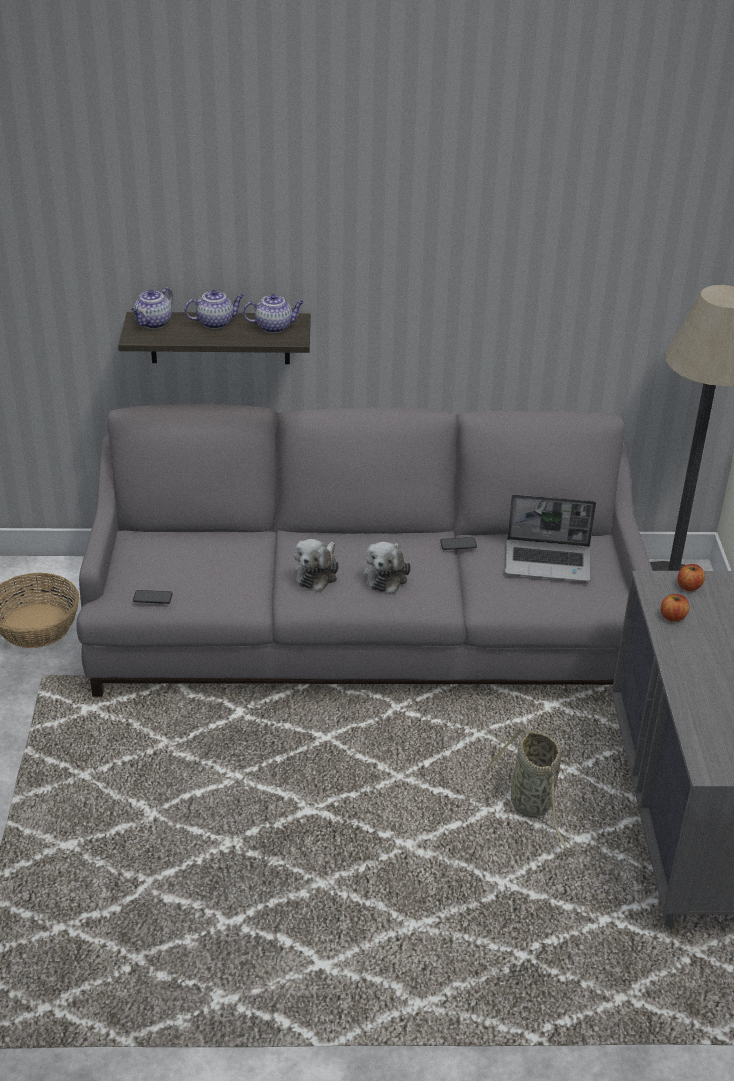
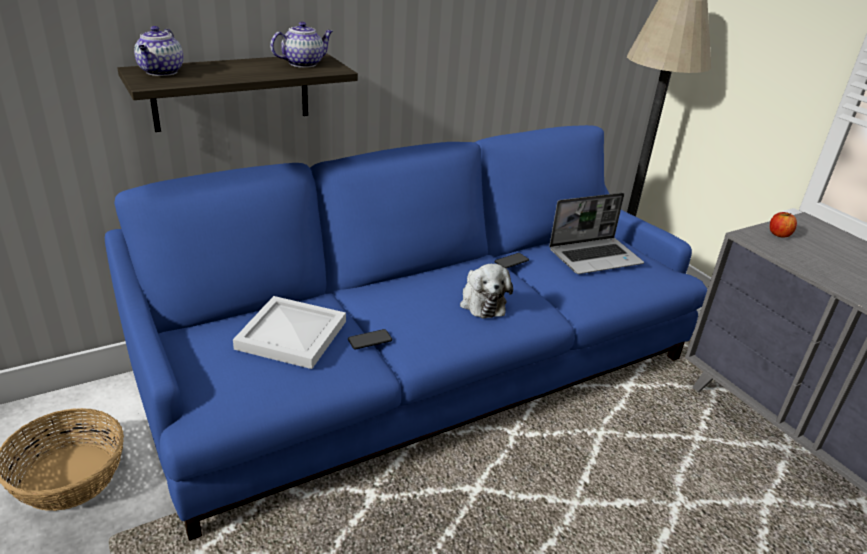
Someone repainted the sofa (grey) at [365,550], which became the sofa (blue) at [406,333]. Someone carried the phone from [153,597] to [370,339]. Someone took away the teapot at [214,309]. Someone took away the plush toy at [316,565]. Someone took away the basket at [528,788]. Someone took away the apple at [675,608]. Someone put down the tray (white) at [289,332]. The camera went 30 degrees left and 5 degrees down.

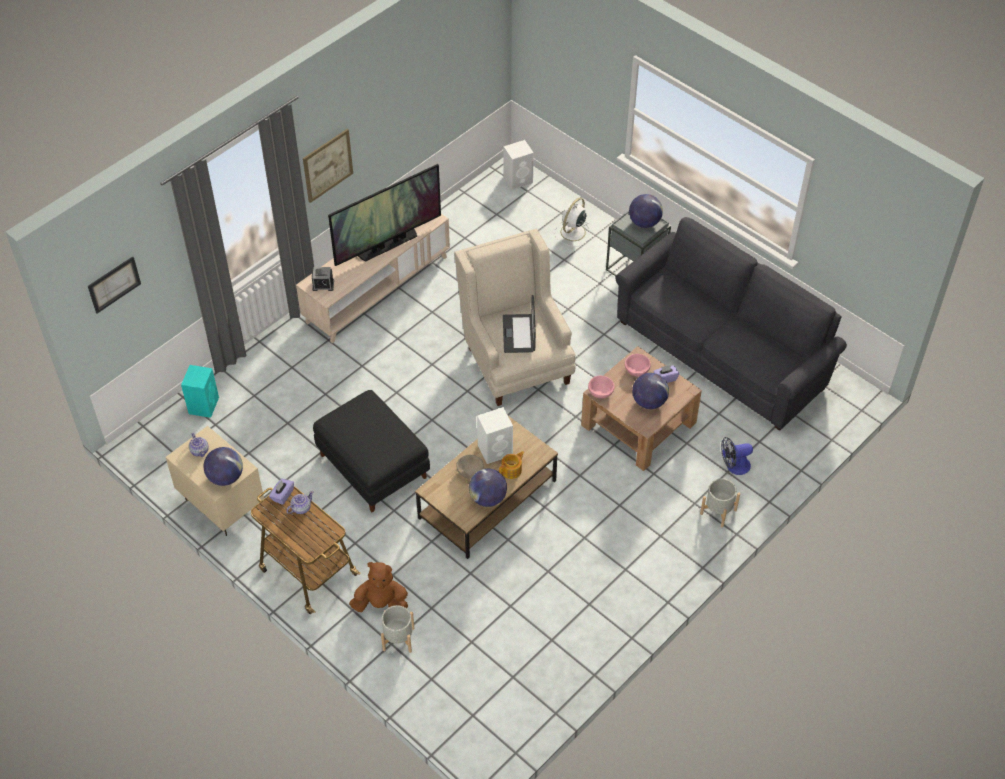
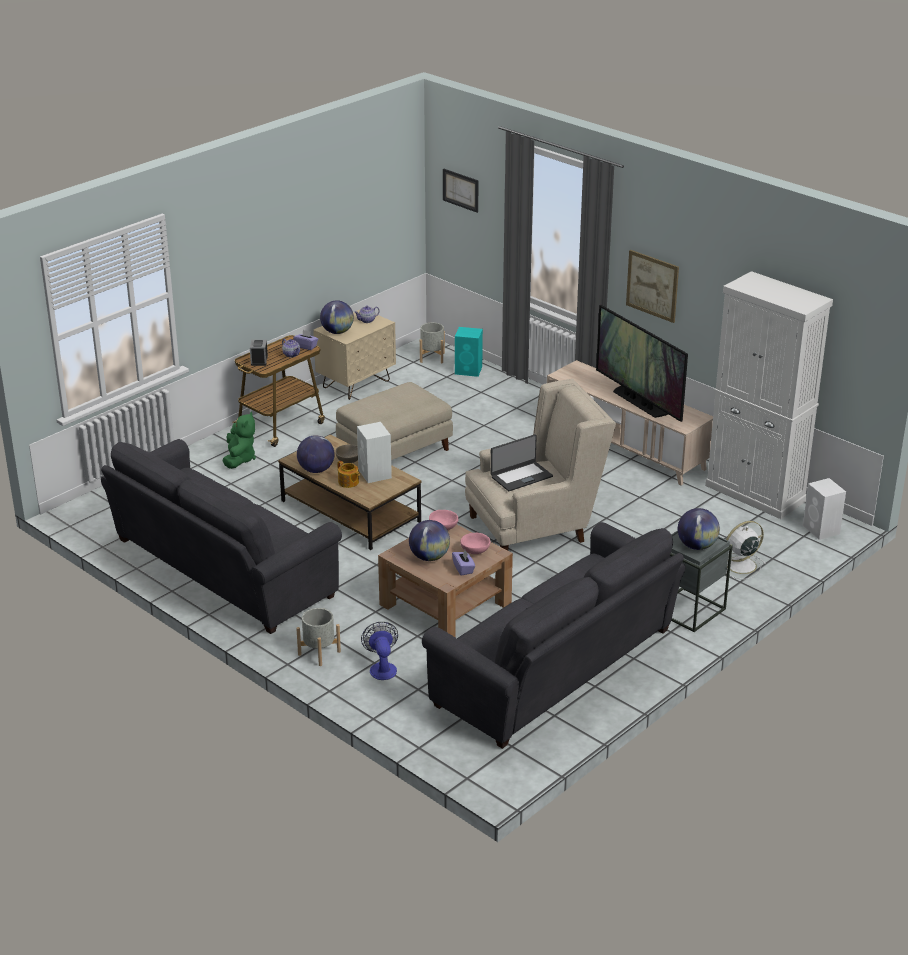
Someone carried the alarm clock from [323,279] to [259,353]. Someone repainted the ottoman (black) at [371,451], which became the ottoman (beige) at [394,421]. Someone repainted the plush toy (brown) at [378,587], which became the plush toy (green) at [239,440]. Someone carried the planter (grey) from [397,629] to [432,342]. Someone rotated the laptop at [519,324] by 150 degrees clockwise. Someone rotated the fan (white) at [572,222] by 60 degrees counterclockwise. Someone put down the sofa (grey) at [221,536]. Someone put down the cabinet (white) at [769,395]. The camera went 90 degrees right and 20 degrees down.

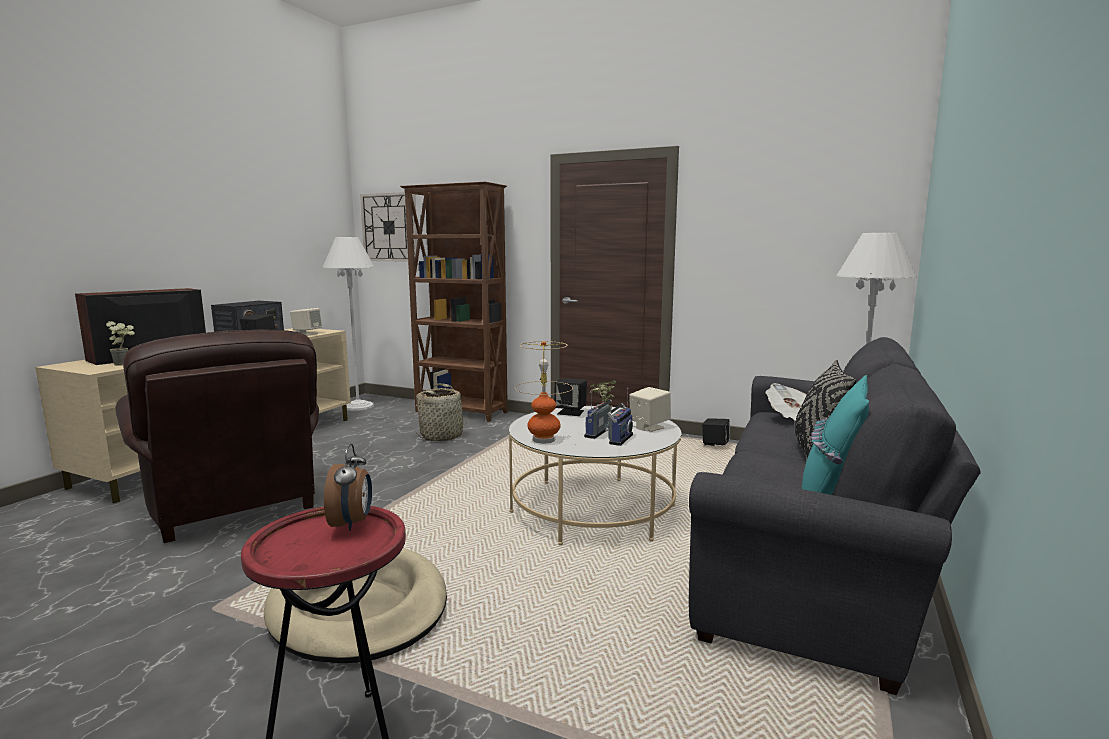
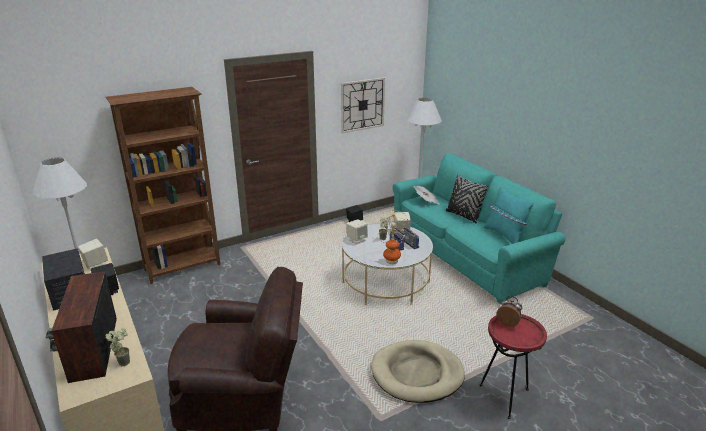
Someone carried the wall clock from [389,227] to [363,105]. Someone took away the basket at [443,412]. Someone repainted the speaker (black) at [570,397], which became the speaker (beige) at [357,231]. Someone repainted the sofa (grey) at [834,516], which became the sofa (turquoise) at [479,228]. The camera went 55 degrees left and 15 degrees up.

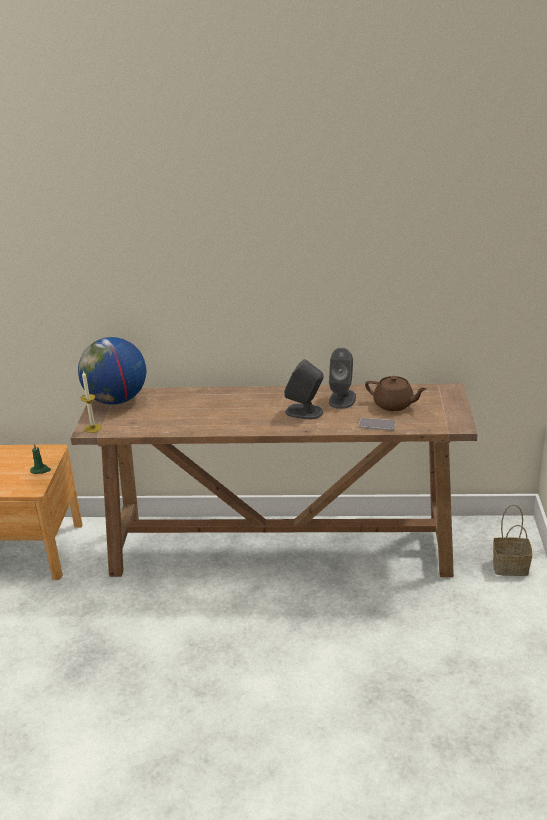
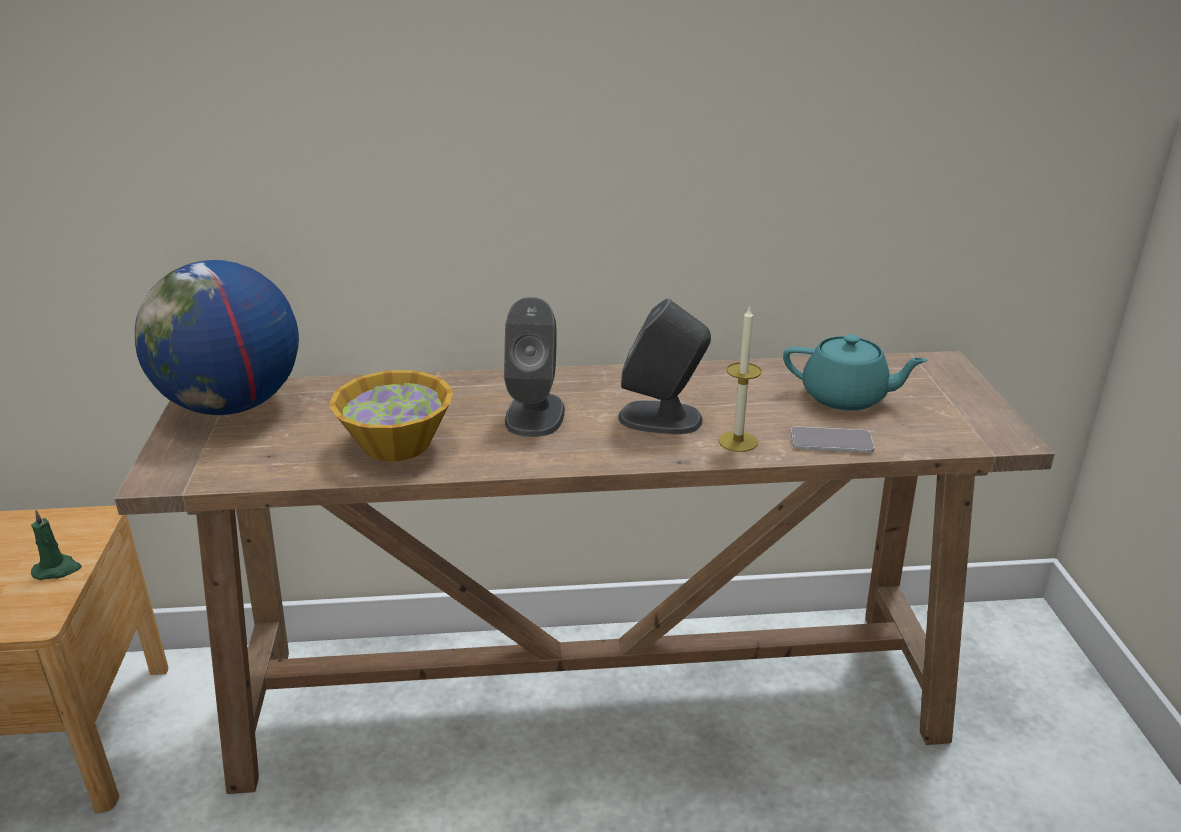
Someone carried the candle from [91,402] to [740,378]. Someone carried the speaker (grey) from [342,378] to [534,367]. Someone repainted the teapot (brown) at [396,393], which became the teapot (turquoise) at [855,372]. Someone took away the basket at [512,540]. Someone put down the bowl at [391,415]. The camera went 10 degrees left and 0 degrees up.

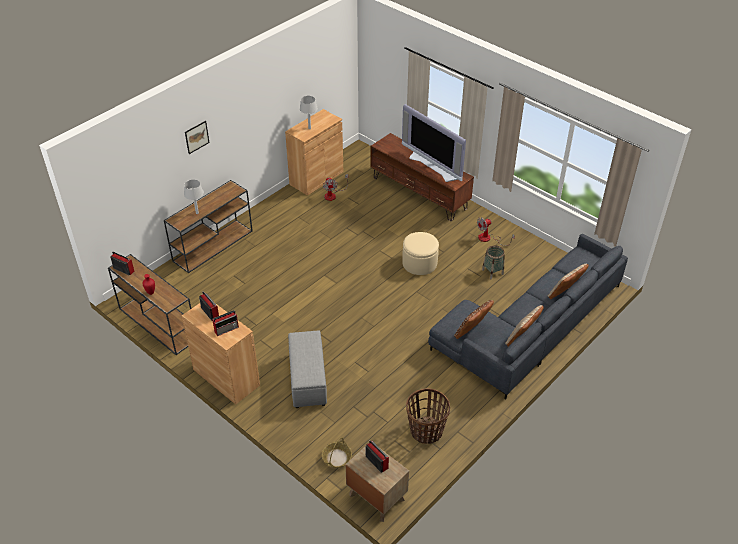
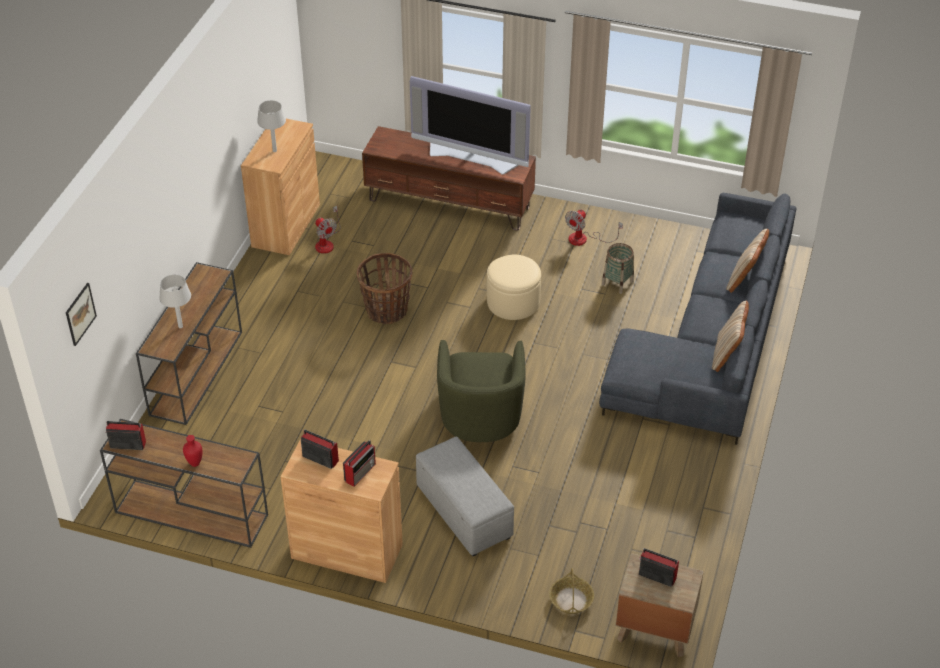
Someone carried the picture from [197,137] to [81,314]. Someone carried the basket from [428,416] to [384,288]. Someone took away the pillow (brown) at [474,319]. Someone put down the armchair (green) at [481,391]. The camera went 25 degrees left and 0 degrees up.

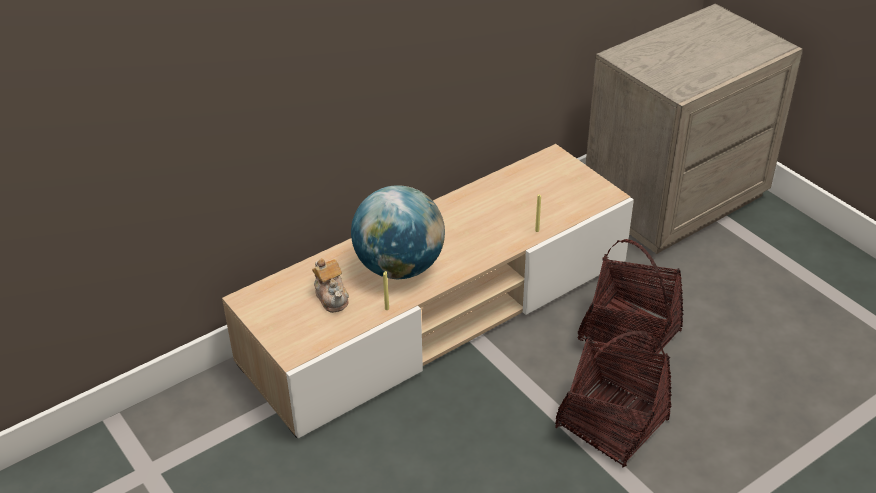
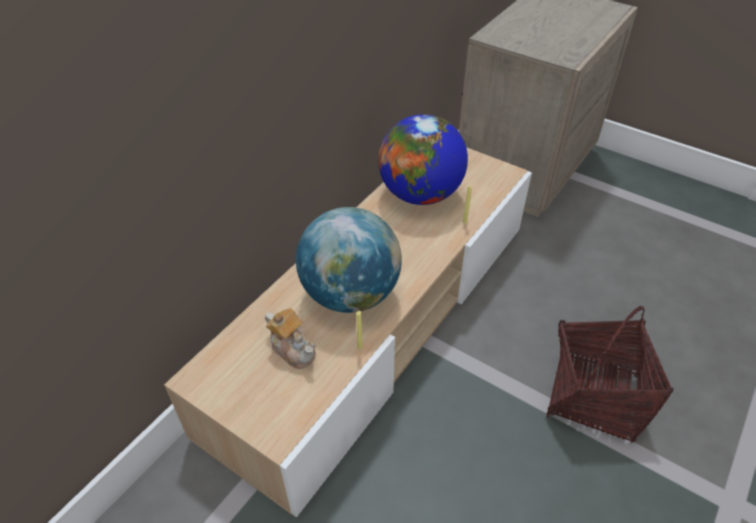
Someone took away the basket at [631,303]. Someone put down the globe at [423,159]. The camera went 20 degrees left and 5 degrees up.

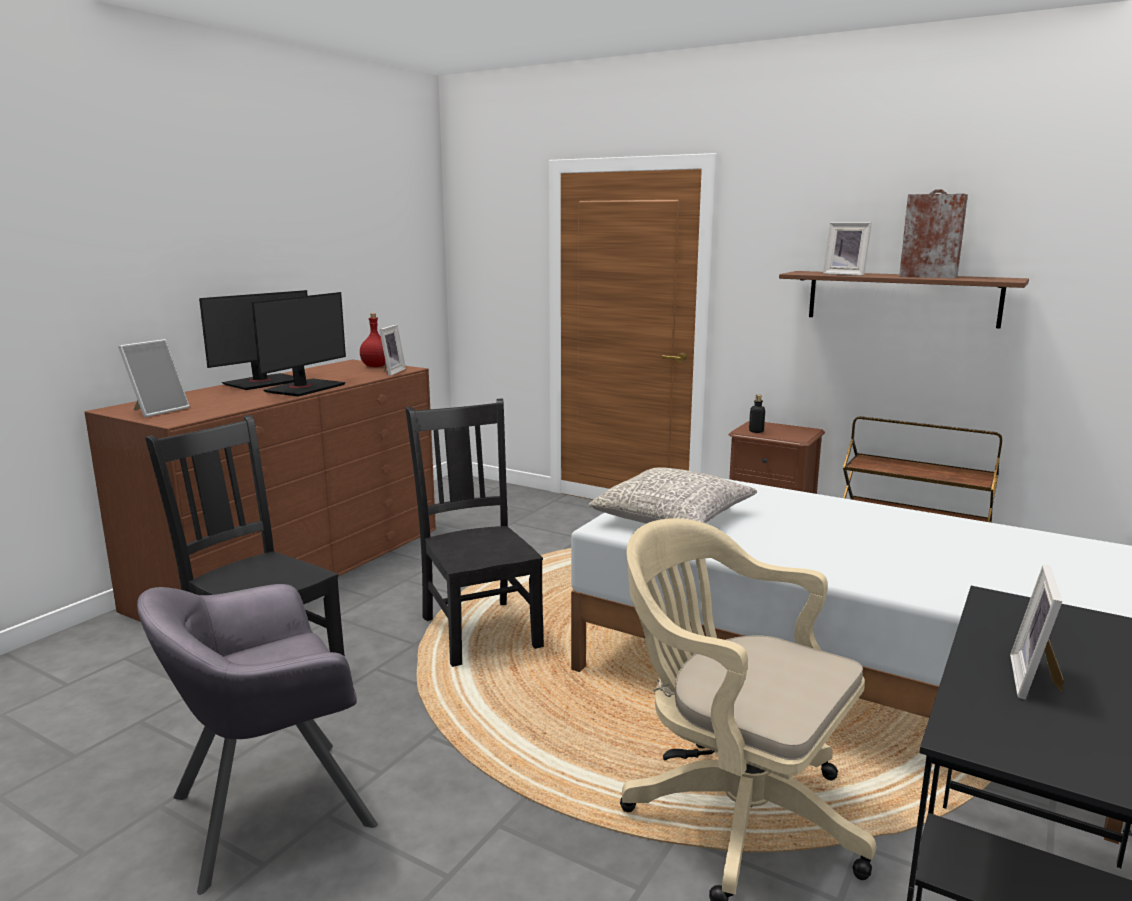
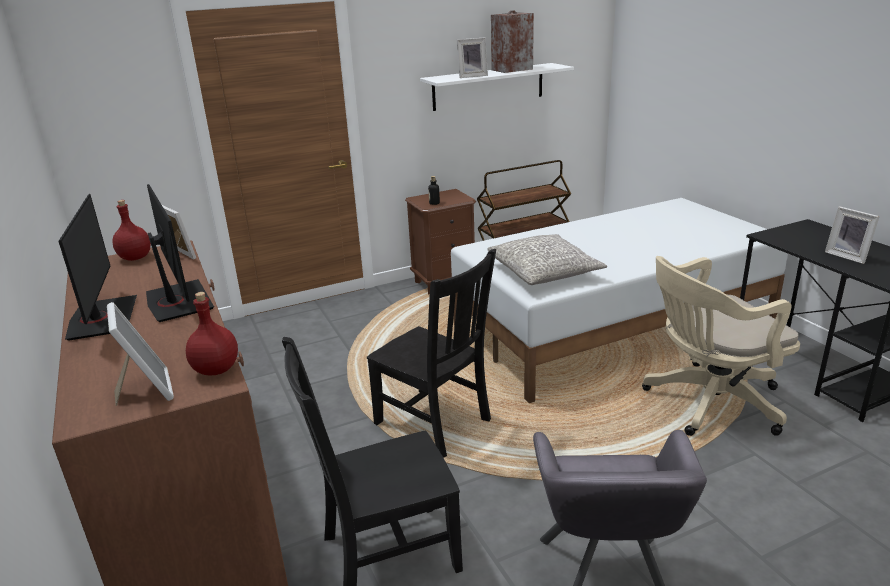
Someone rotated the chair (black) at [474,533] by 150 degrees counterclockwise. Someone repainted the shelf (brown) at [904,299], which became the shelf (white) at [497,87]. Someone put down the bottle (red) at [212,333]. The camera went 55 degrees left and 10 degrees up.

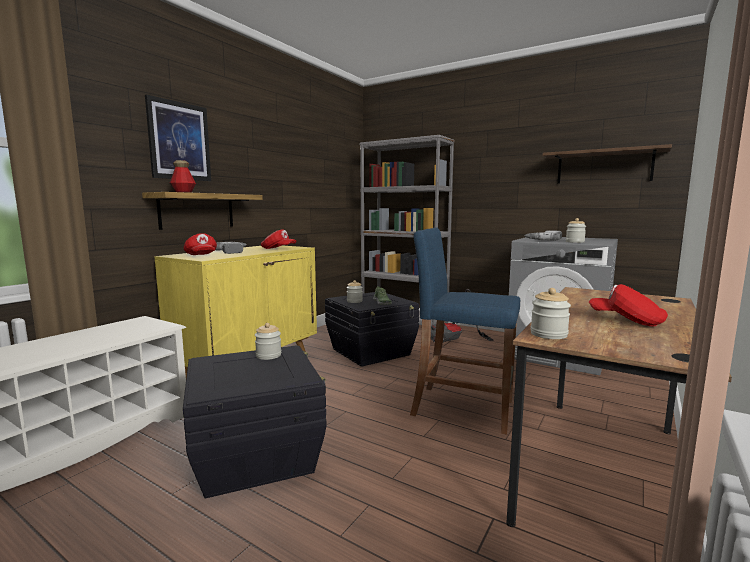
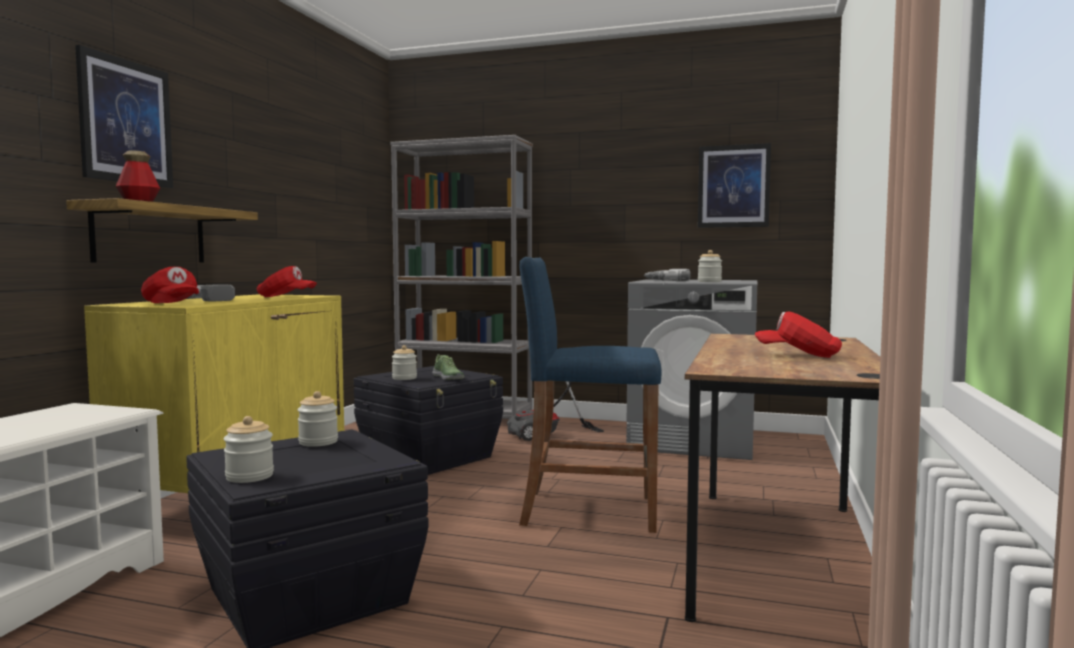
Someone carried the jar from [551,313] to [248,449]. Someone swapped the shelf (brown) at [607,164] for the picture at [734,185]. The camera went 15 degrees left and 5 degrees down.

